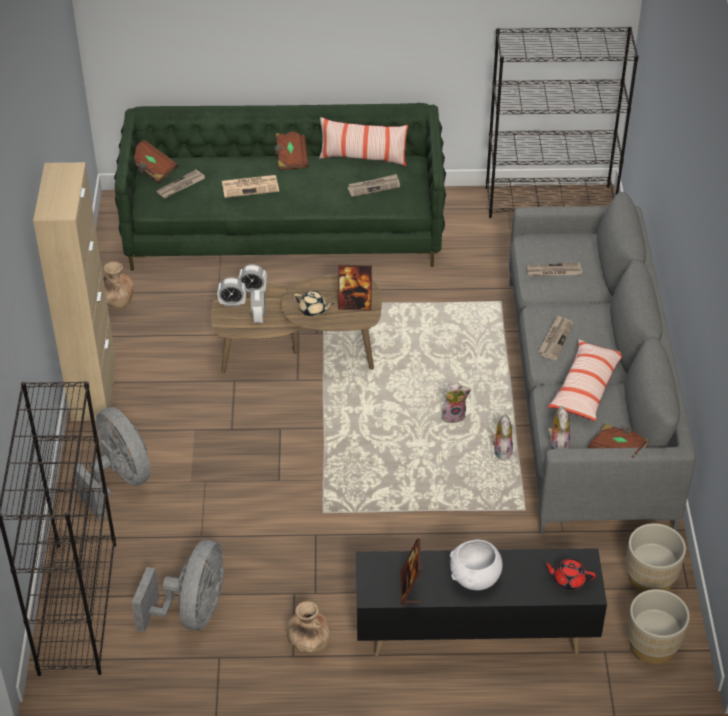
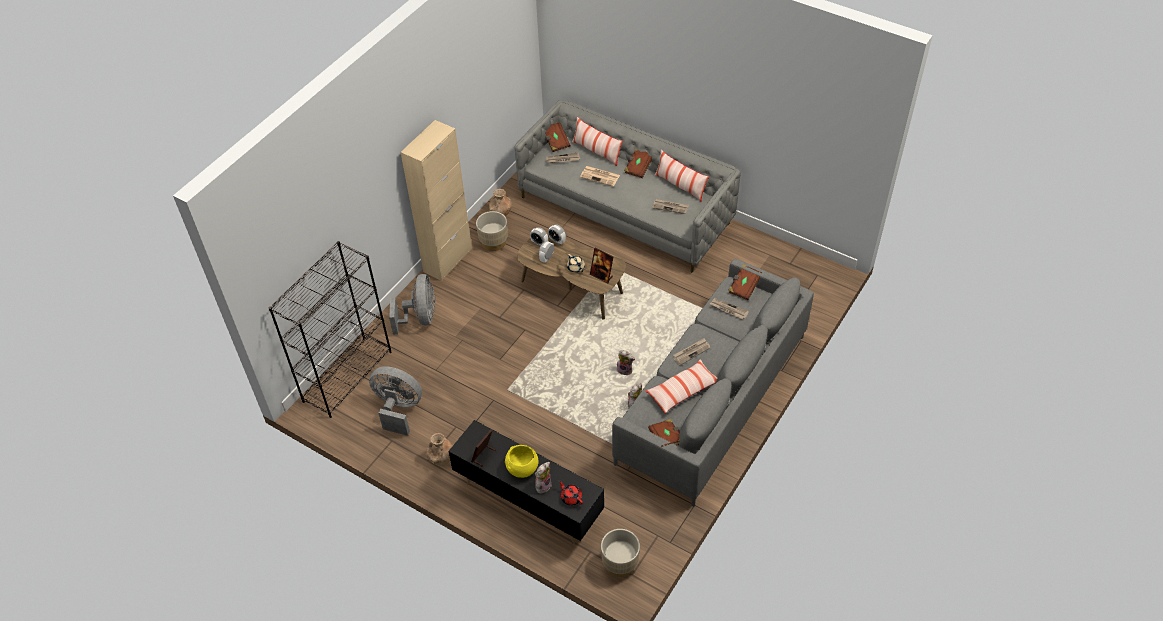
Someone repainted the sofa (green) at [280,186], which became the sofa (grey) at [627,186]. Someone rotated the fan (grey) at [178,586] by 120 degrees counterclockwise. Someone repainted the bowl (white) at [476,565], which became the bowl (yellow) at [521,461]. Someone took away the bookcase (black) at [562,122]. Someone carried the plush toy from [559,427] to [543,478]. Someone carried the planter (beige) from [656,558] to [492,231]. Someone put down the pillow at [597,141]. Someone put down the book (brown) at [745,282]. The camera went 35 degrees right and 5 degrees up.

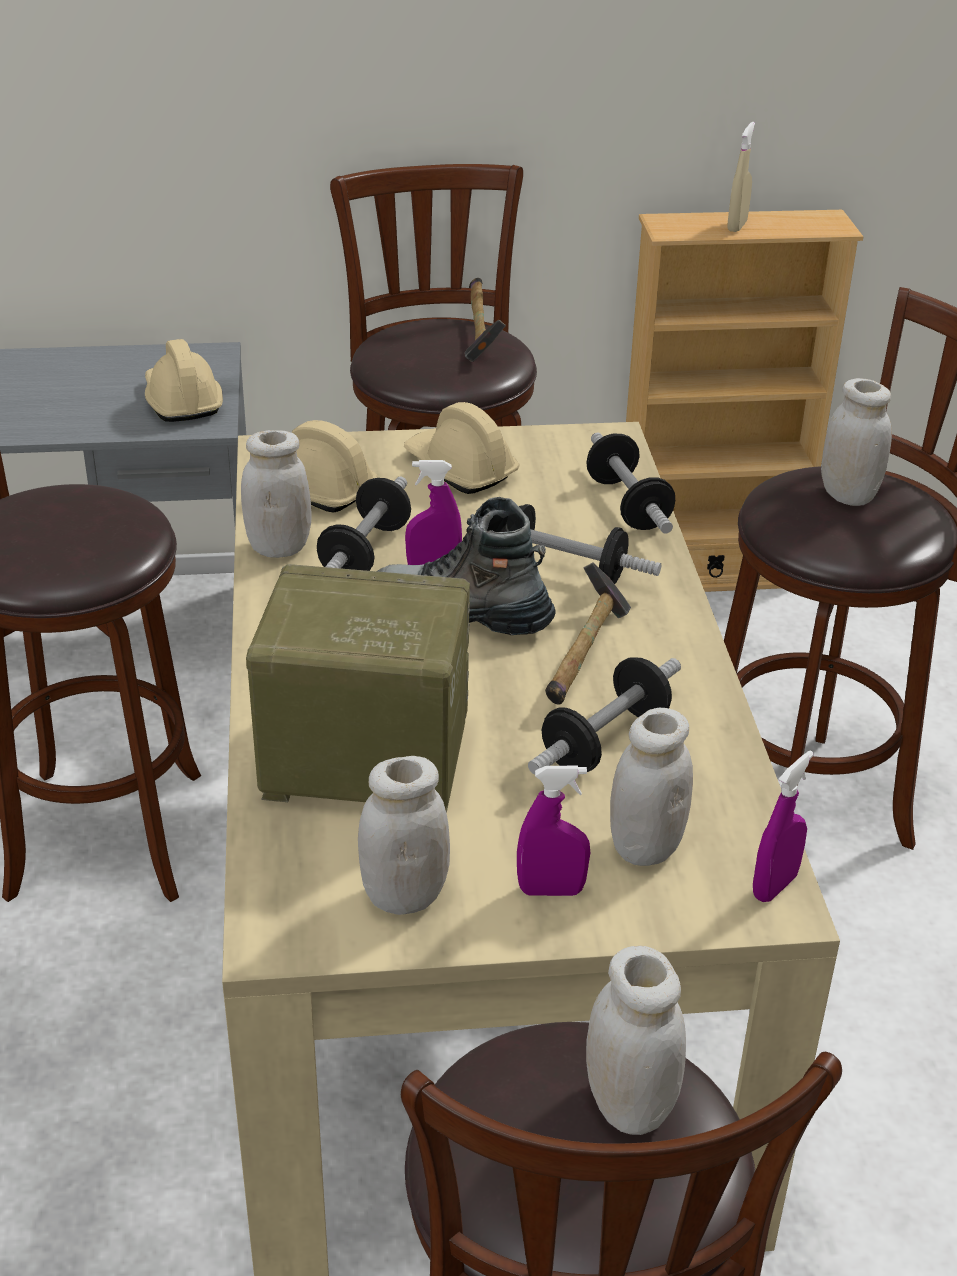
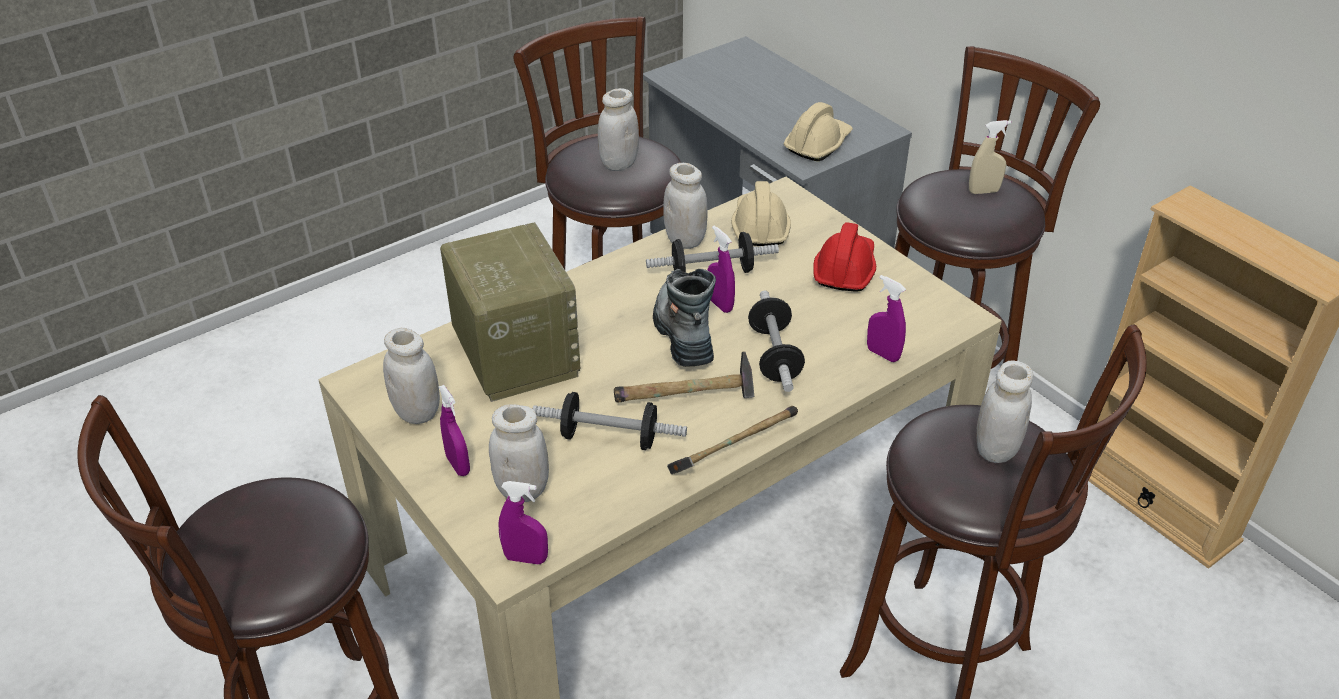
Someone repainted the hard hat (beige) at [462,448], which became the hard hat (red) at [844,257]. Someone carried the hammer from [485,320] to [732,440]. Someone swapped the dumbbell at [630,483] for the spray bottle (purple) at [886,318]. Someone carried the jar (white) from [636,1040] to [618,129]. Someone carried the spray bottle (beige) from [741,177] to [990,157]. The camera went 60 degrees right and 5 degrees up.

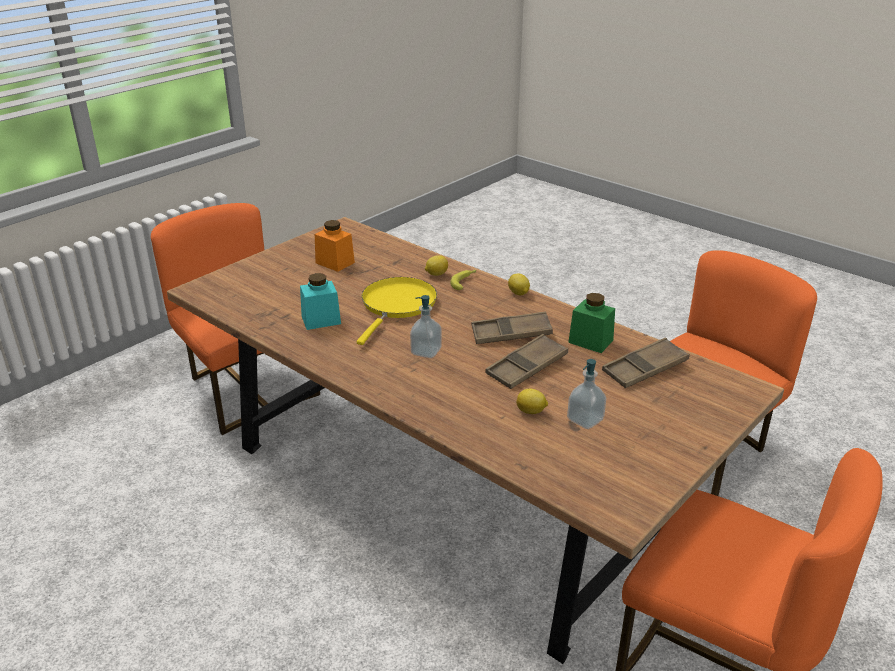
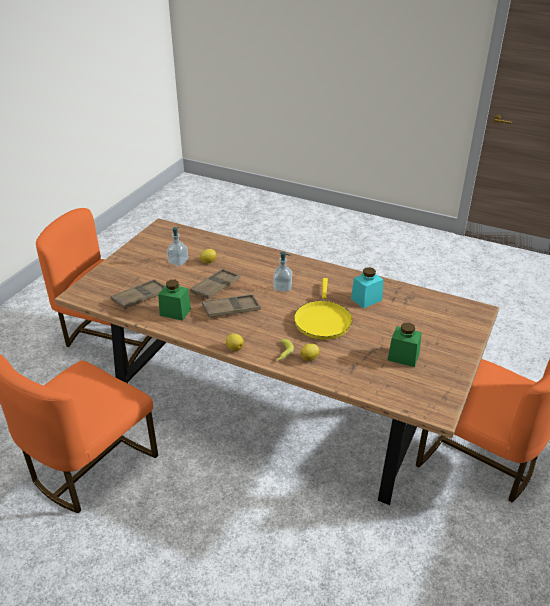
Someone repainted the jar (orange) at [335,246], which became the jar (green) at [405,345]. The camera went 165 degrees right and 5 degrees up.

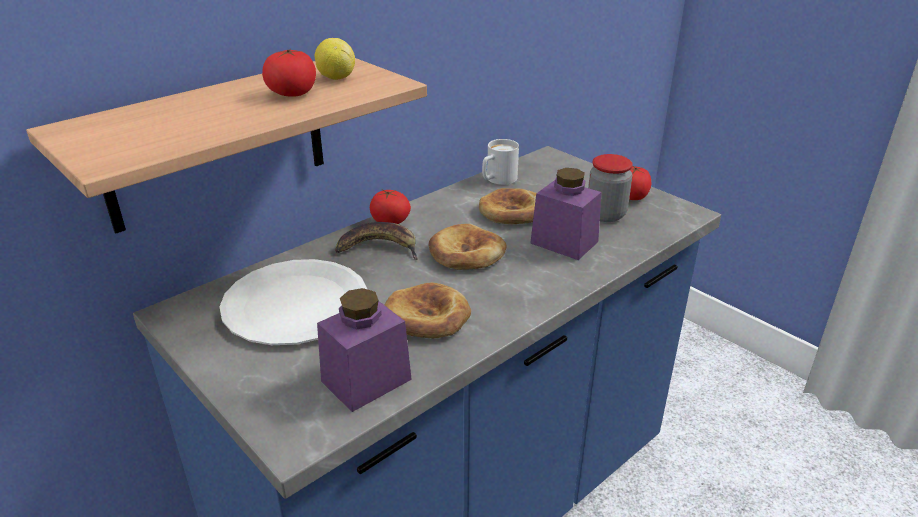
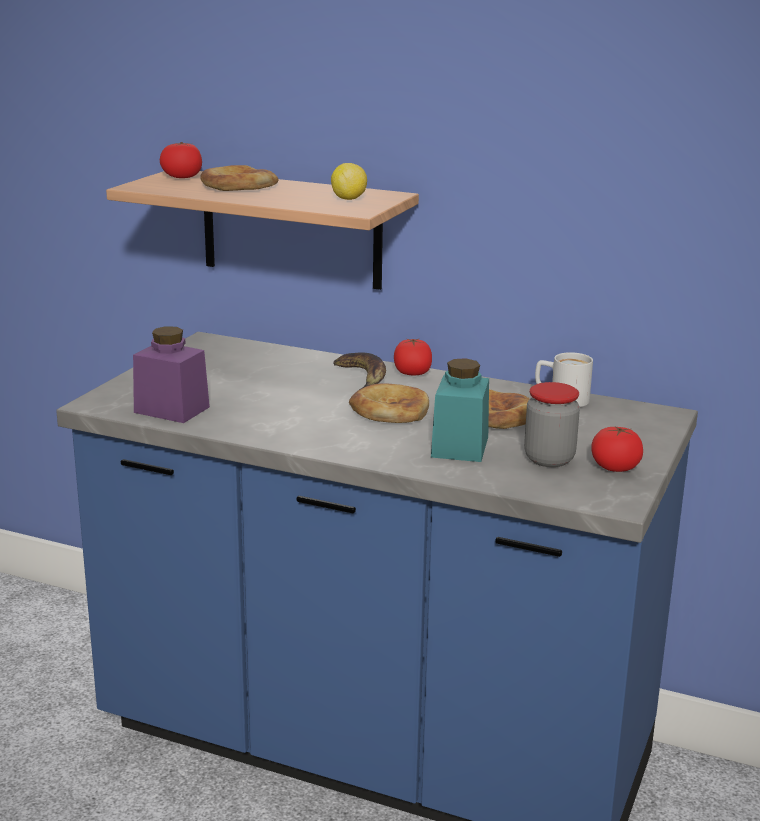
Someone took away the plate (white) at [293,302]. Someone carried the tomato from [289,73] to [181,160]. Someone carried the bread from [428,310] to [239,178]. Someone repainted the jar (purple) at [565,214], which became the jar (turquoise) at [460,410]. The camera went 65 degrees right and 10 degrees down.

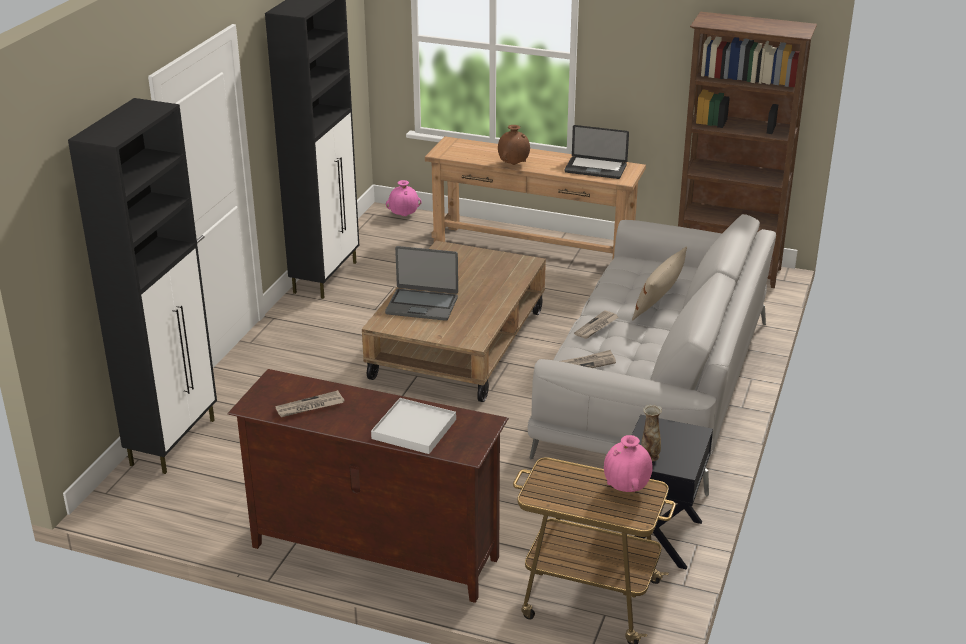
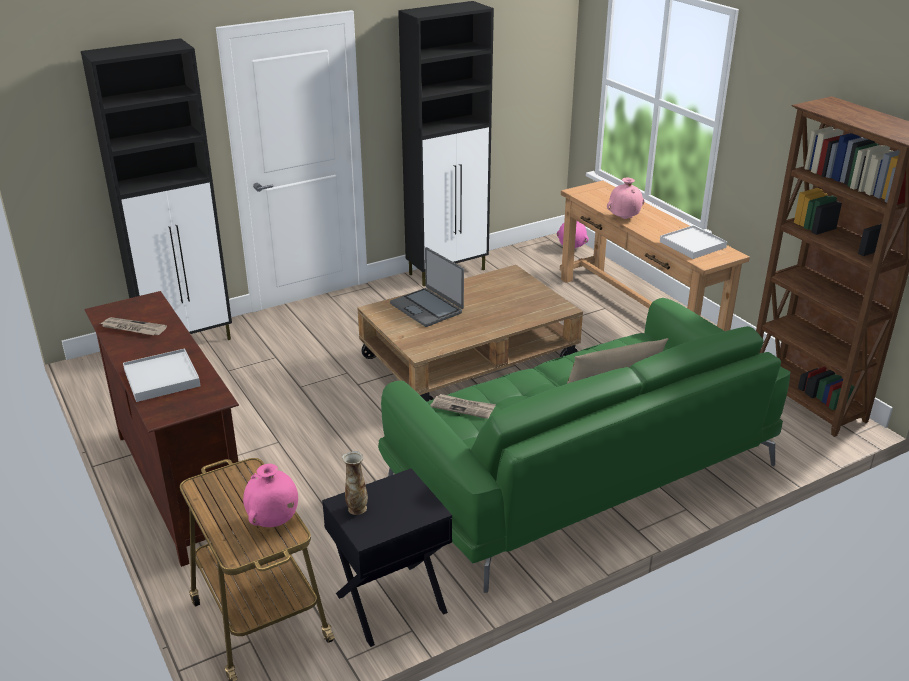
Someone repainted the vase (brown) at [514,145], which became the vase (pink) at [625,198]. Someone repainted the sofa (grey) at [652,355], which became the sofa (green) at [584,445]. Someone swapped the laptop at [596,152] for the tray (white) at [693,242]. Someone took away the newspaper at [596,324]. The camera went 40 degrees right and 0 degrees up.

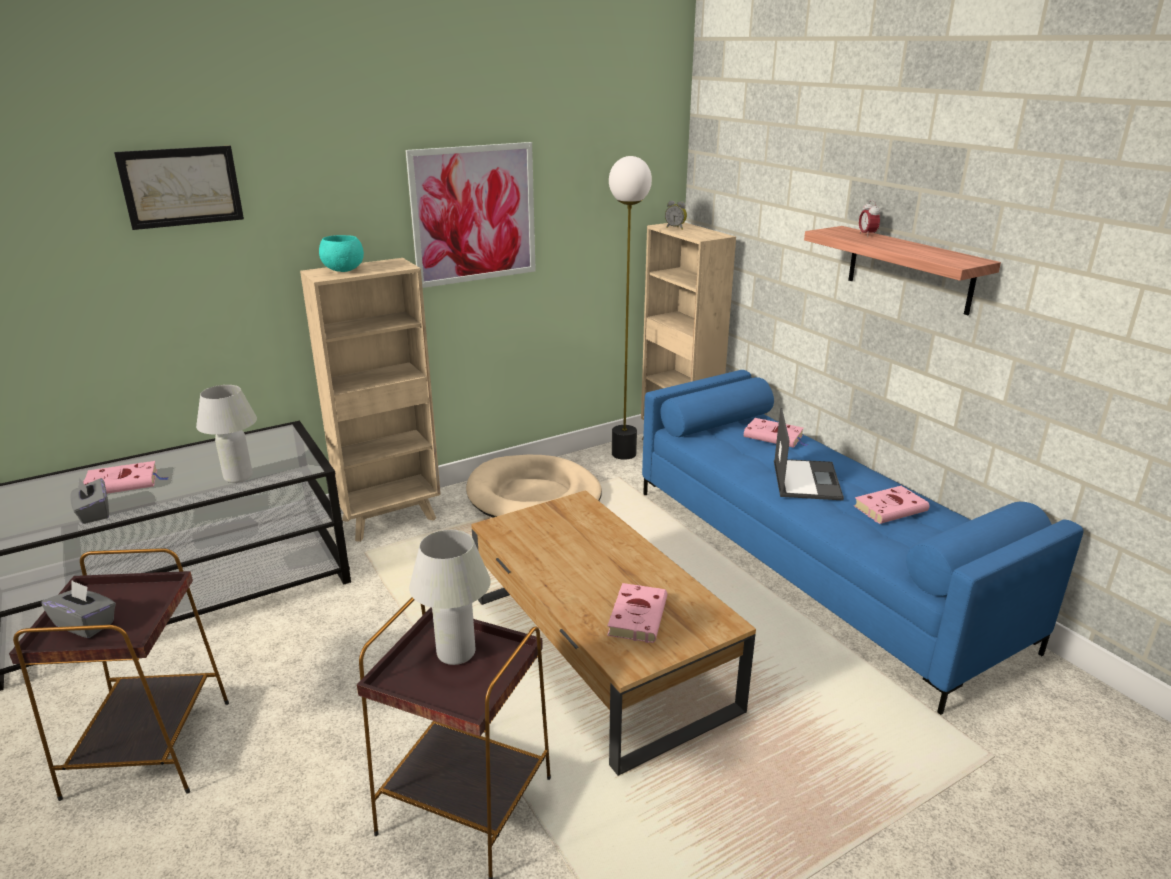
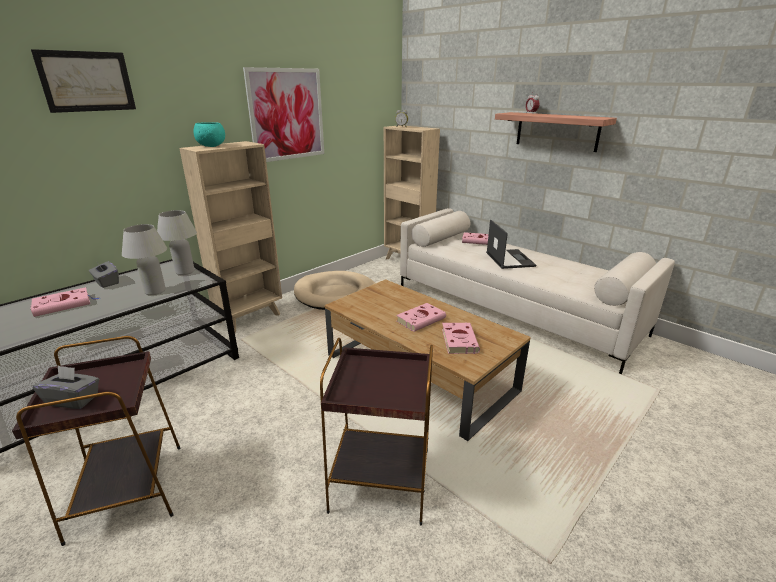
Someone carried the tissue box (grey) from [89,501] to [104,274]. Someone carried the table lamp (white) from [450,597] to [177,242]. Someone took away the floor lamp at [630,308]. Someone repainted the sofa (blue) at [862,542], which became the sofa (white) at [537,291]. Someone carried the book (pink) from [892,505] to [421,317]. The camera went 15 degrees left and 0 degrees up.

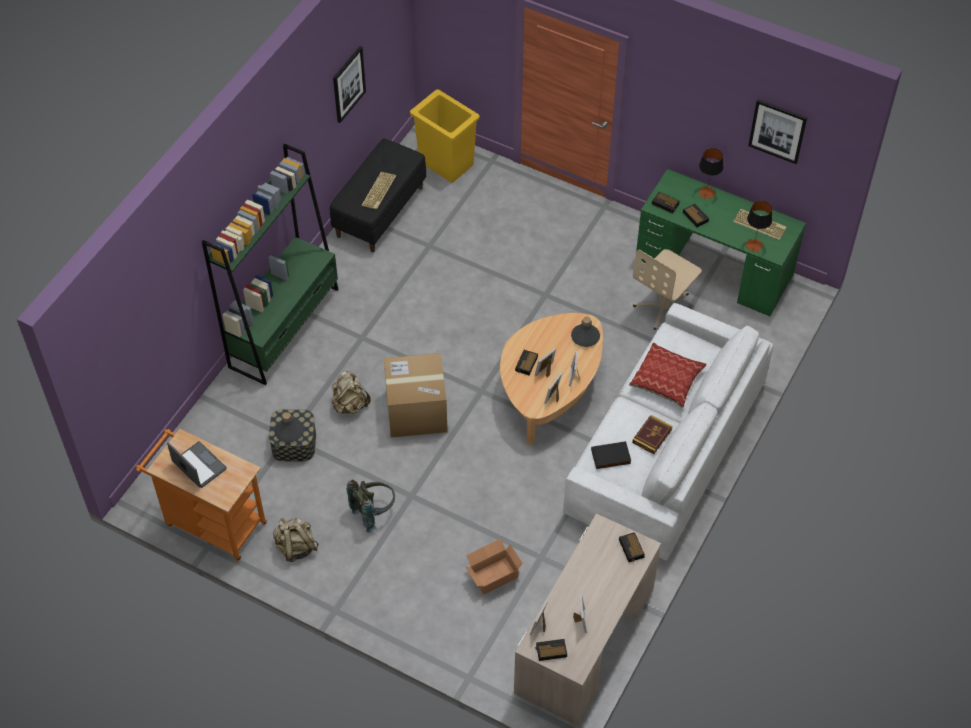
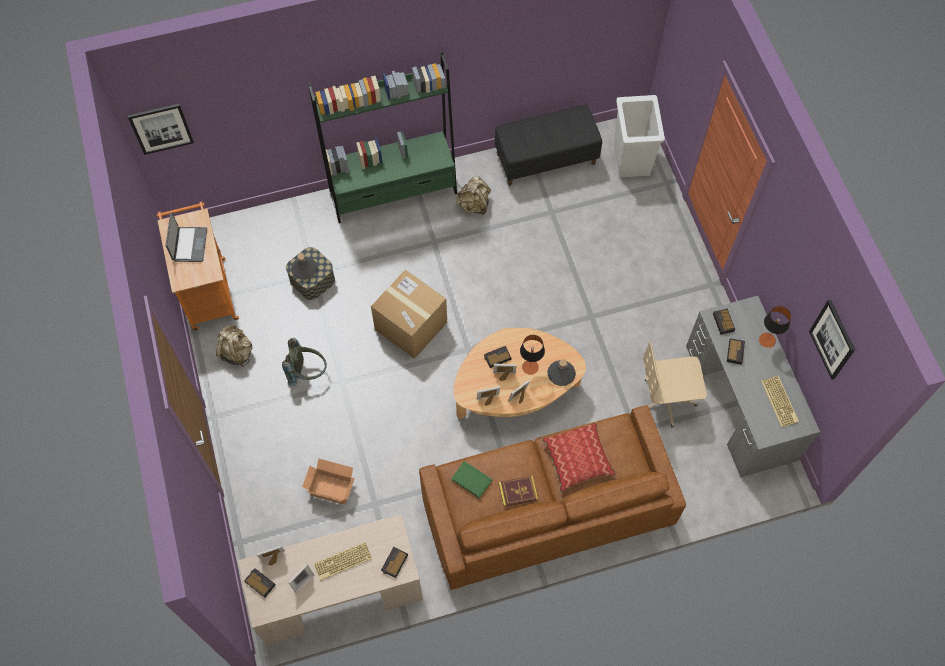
Someone carried the backpack (beige) from [351,392] to [473,196]. Someone carried the picture from [349,84] to [161,129]. Someone carried the keyboard from [378,190] to [343,561]. Someone repainted the trash can (yellow) at [445,136], which became the trash can (white) at [639,136]. Someone repainted the sofa (white) at [668,432], which became the sofa (brown) at [552,497]. Someone repainted the book (black) at [611,455], which became the book (green) at [472,480]. Someone repainted the desk (green) at [721,242], which became the desk (grey) at [753,386]. Someone carried the table lamp from [759,226] to [532,355]. The camera went 45 degrees right and 10 degrees up.

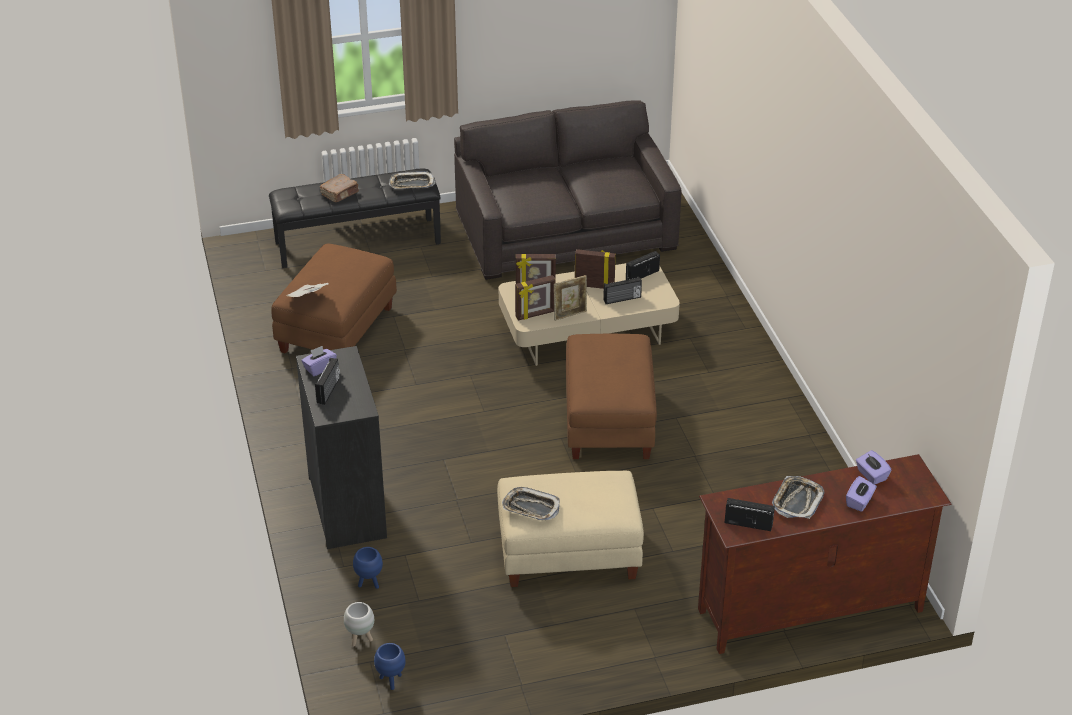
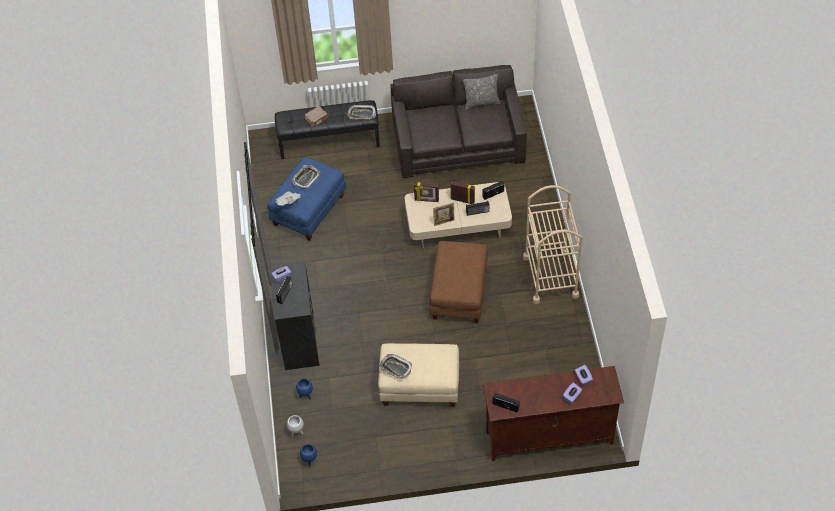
Someone repainted the ottoman (brown) at [334,299], which became the ottoman (blue) at [306,199]. Someone took away the picture frame at [535,297]. Someone carried the tray from [798,497] to [306,177]. Someone put down the pillow at [481,92]. Someone put down the cart (beige) at [552,244]. The camera went 10 degrees right and 15 degrees up.

